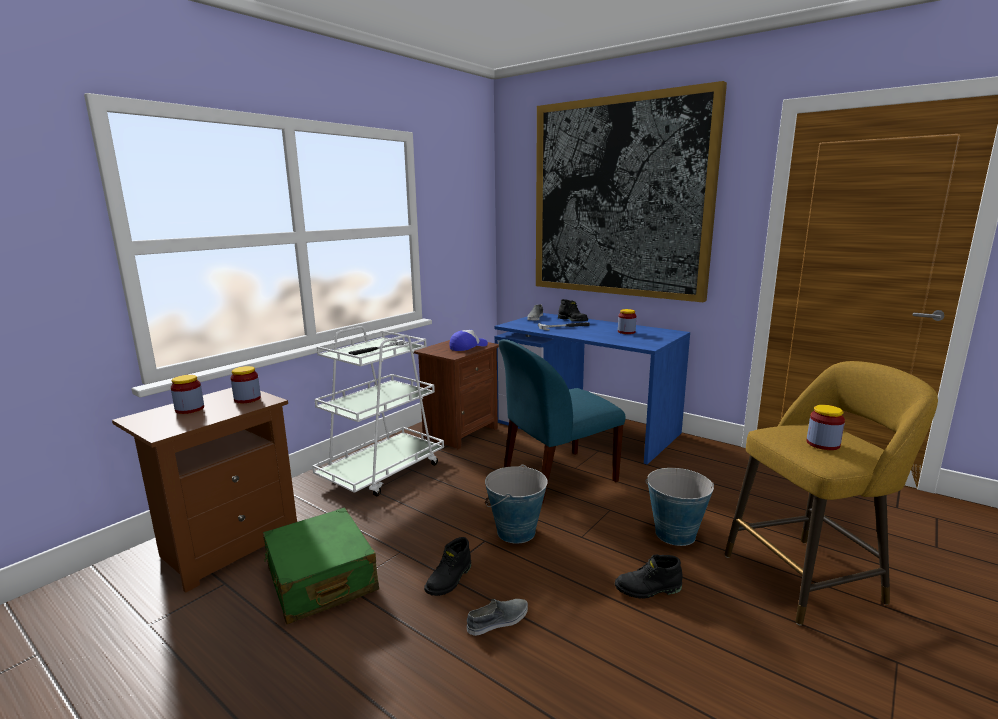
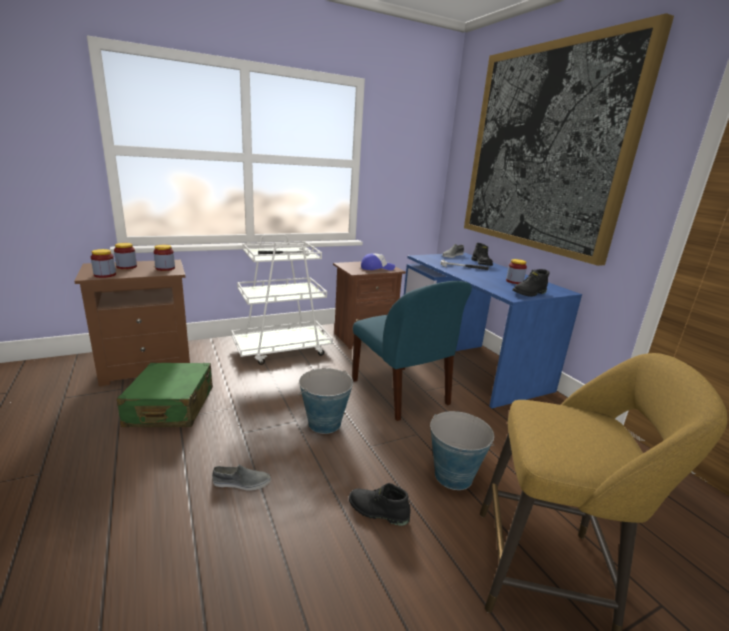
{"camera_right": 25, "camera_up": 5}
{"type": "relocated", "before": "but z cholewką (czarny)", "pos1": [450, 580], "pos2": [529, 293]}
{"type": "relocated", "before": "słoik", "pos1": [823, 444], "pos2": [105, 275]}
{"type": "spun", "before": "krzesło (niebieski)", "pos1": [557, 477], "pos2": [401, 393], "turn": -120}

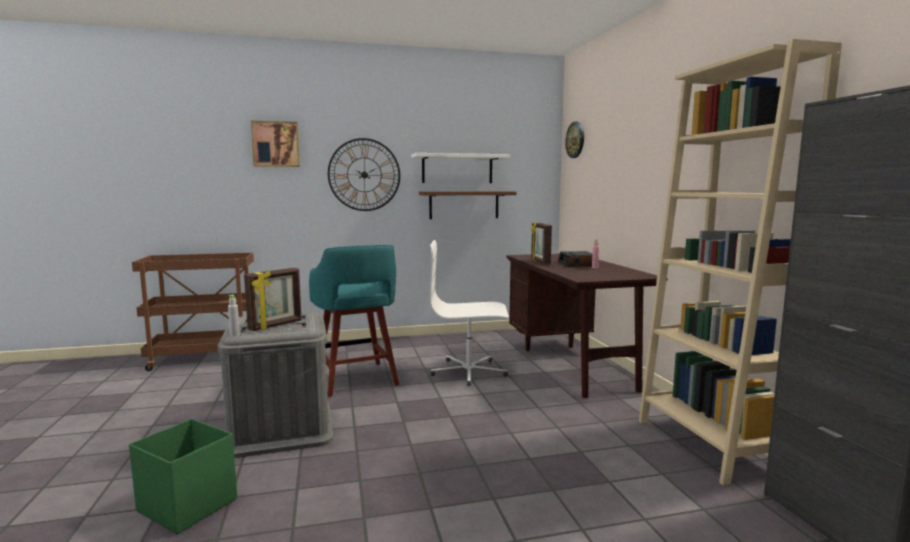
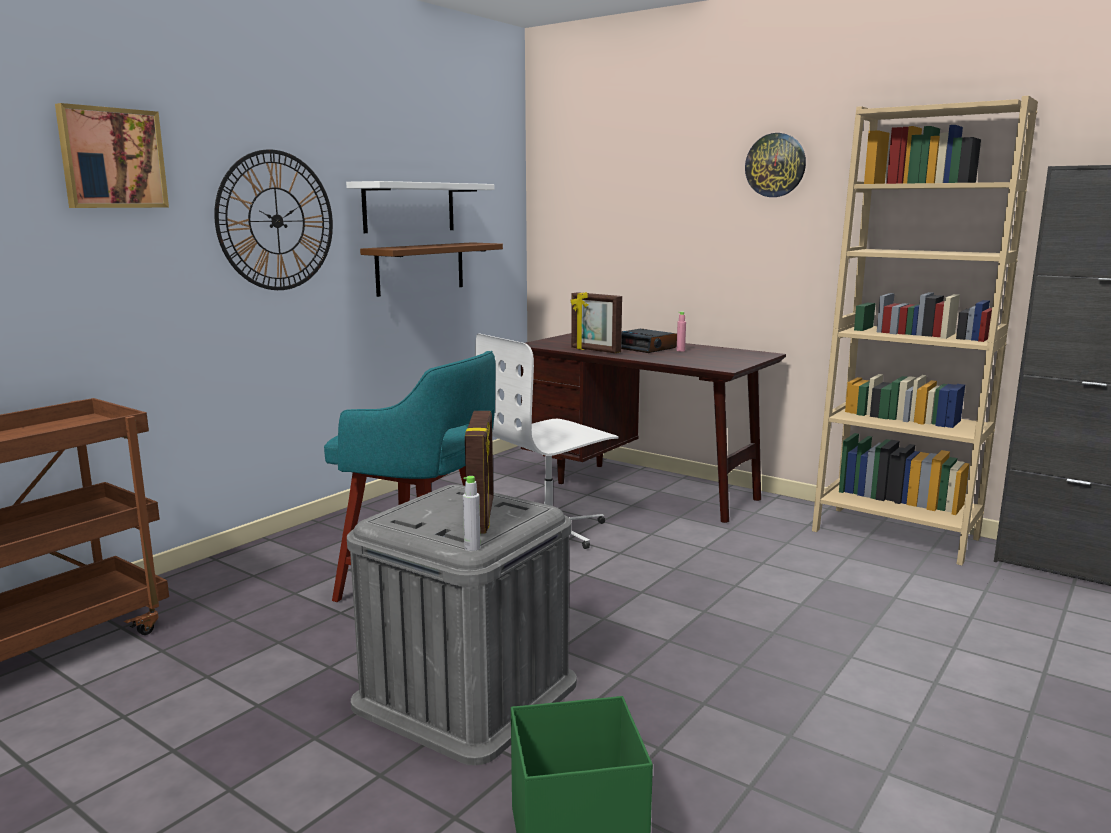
{"camera_right": -40, "camera_up": 5}
{"type": "relocated", "before": "zegar ścienny", "pos1": [575, 140], "pos2": [775, 165]}

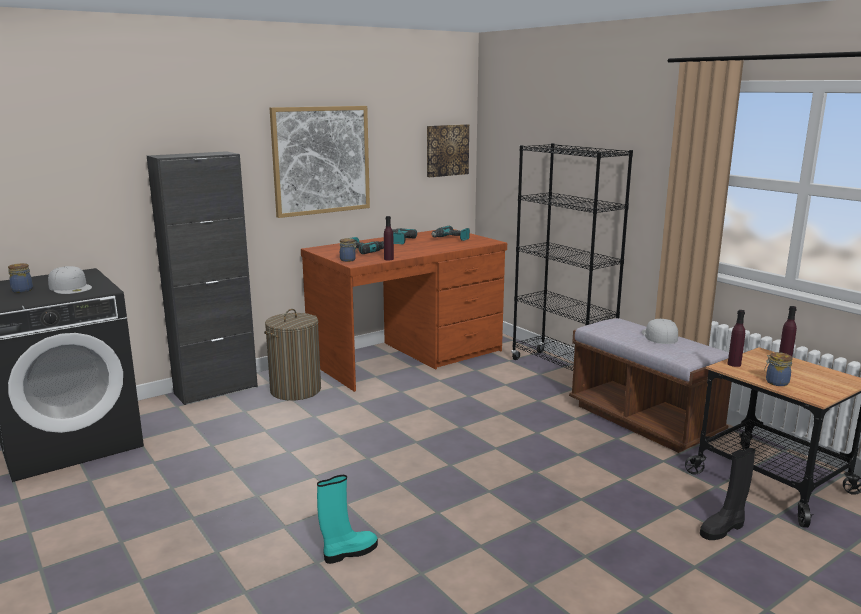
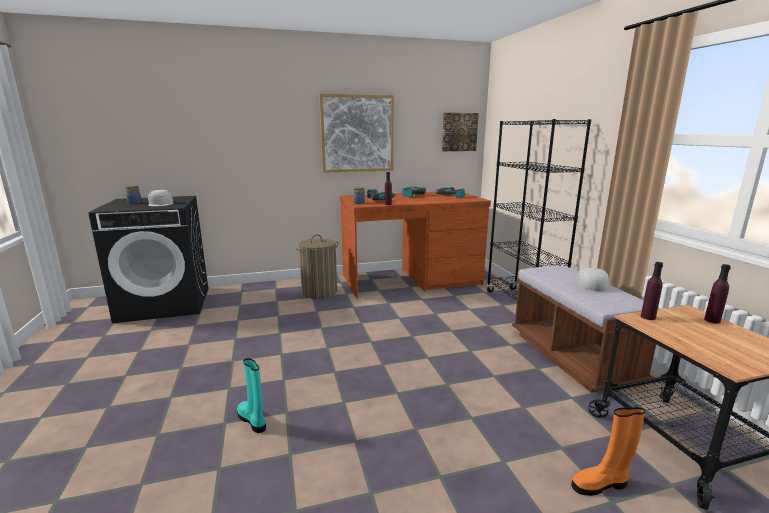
{"camera_right": 20, "camera_up": 0}
{"type": "missing", "before": "szafka (czarny)", "pos1": [216, 390]}
{"type": "missing", "before": "słoik", "pos1": [775, 382]}
{"type": "colour", "before": "but z cholewką (czarny)", "after": "but z cholewką (pomarańczowy)", "pos1": [723, 529], "pos2": [601, 484]}
{"type": "spun", "before": "but z cholewką (turkusowy)", "pos1": [349, 552], "pos2": [253, 420], "turn": -120}

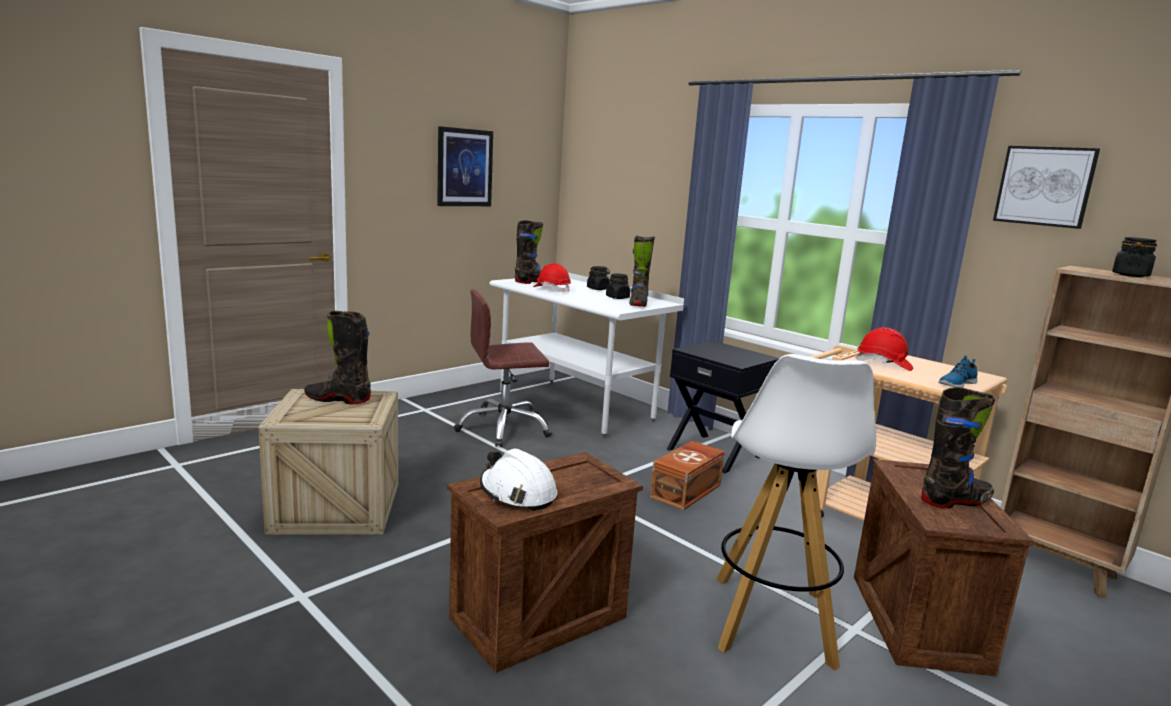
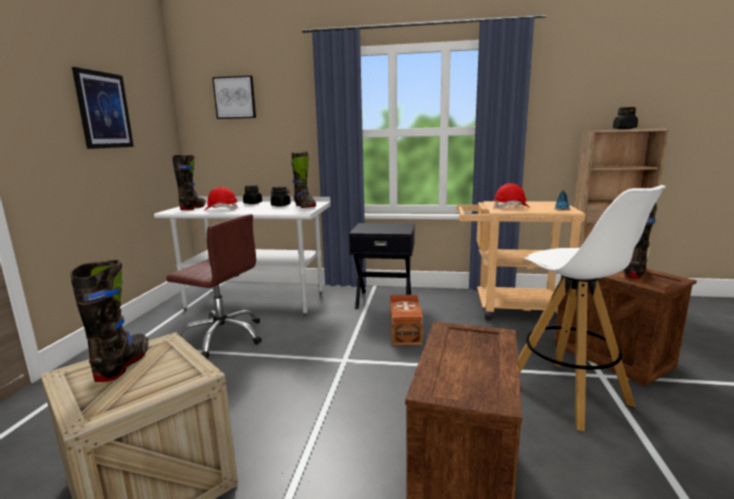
{"camera_right": -35, "camera_up": 0}
{"type": "missing", "before": "kask (biały)", "pos1": [517, 493]}
{"type": "relocated", "before": "obraz", "pos1": [1044, 186], "pos2": [235, 97]}
{"type": "spun", "before": "but z cholewką (czarny)", "pos1": [338, 399], "pos2": [124, 364], "turn": 120}
{"type": "spun", "before": "krzesło biurowe (brązowy)", "pos1": [504, 428], "pos2": [223, 337], "turn": -105}

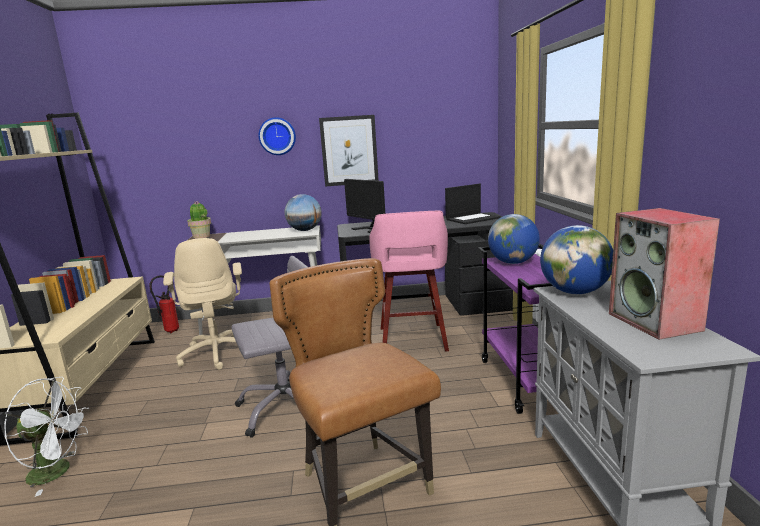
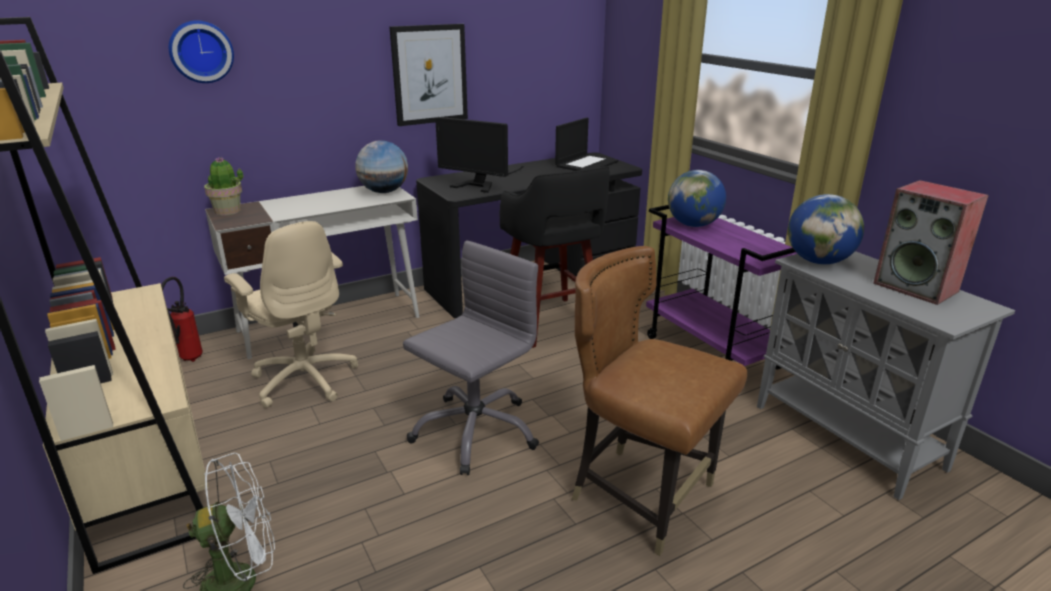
{"camera_right": -25, "camera_up": 10}
{"type": "relocated", "before": "zegar ścienny", "pos1": [277, 136], "pos2": [201, 51]}
{"type": "colour", "before": "stołek (różowy)", "after": "stołek (czarny)", "pos1": [412, 340], "pos2": [551, 323]}

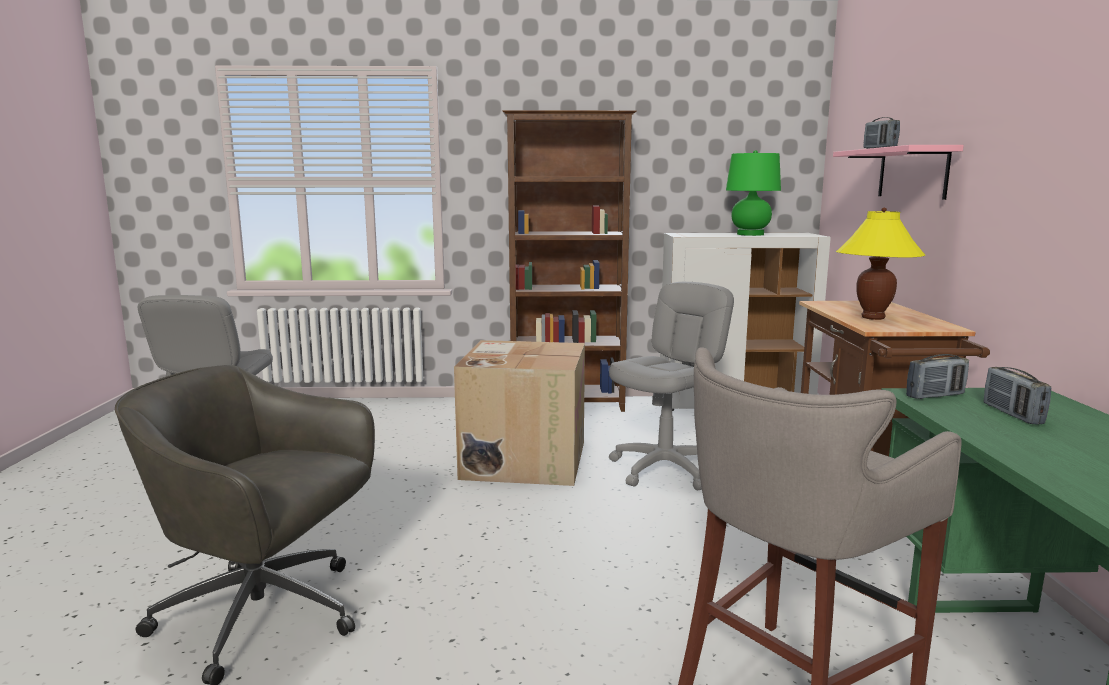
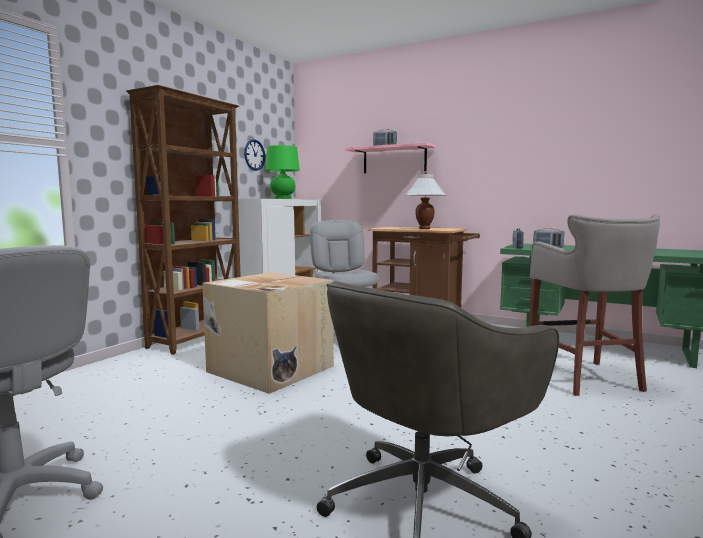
{"camera_right": -60, "camera_up": -5}
{"type": "appeared", "after": "zegar ścienny", "pos2": [254, 155]}
{"type": "colour", "before": "lampa stołowa (żółty)", "after": "lampa stołowa (biały)", "pos1": [873, 317], "pos2": [424, 228]}

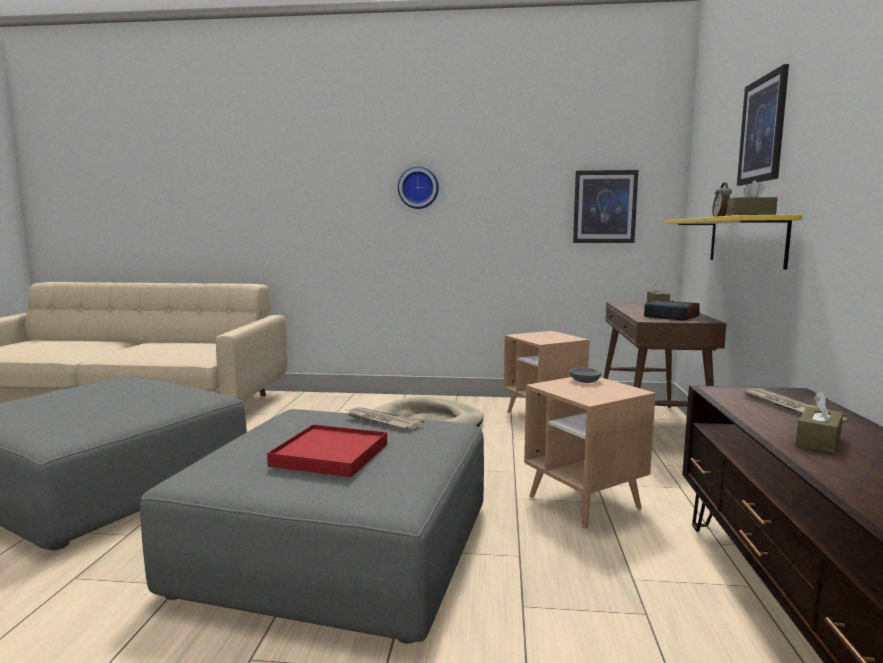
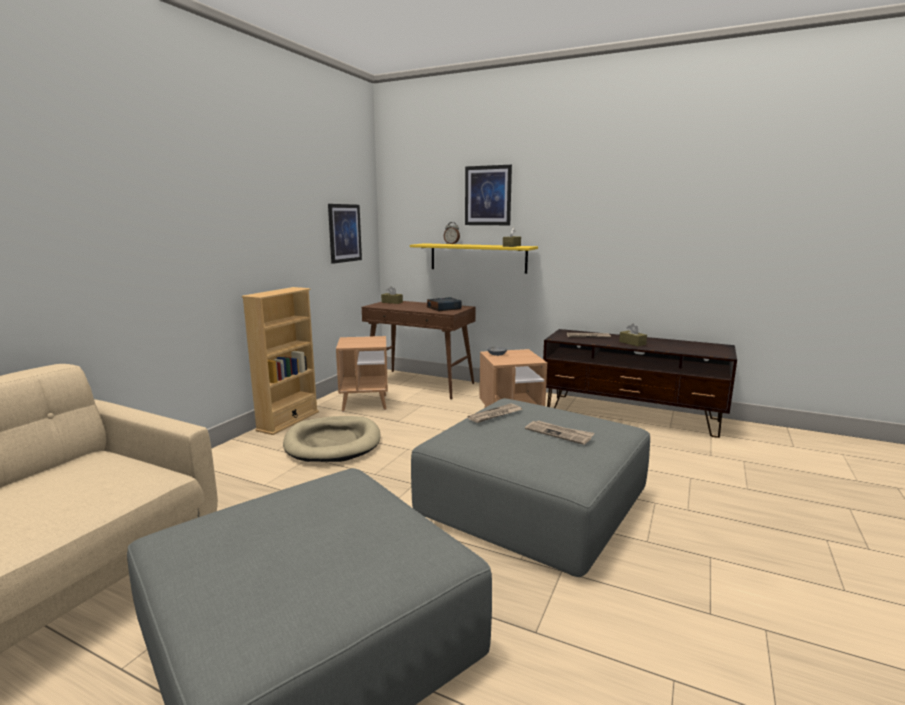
{"camera_right": -70, "camera_up": 5}
{"type": "missing", "before": "zegar ścienny", "pos1": [418, 188]}
{"type": "appeared", "after": "regał (beżowy)", "pos2": [288, 421]}
{"type": "exchanged", "before": "taca (czerwony)", "after": "gazeta", "pos1": [330, 455], "pos2": [559, 433]}

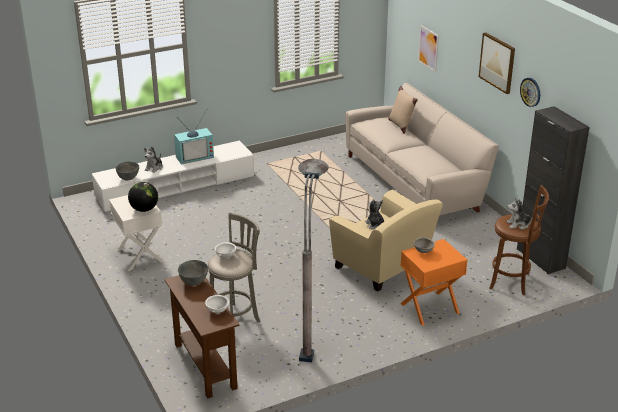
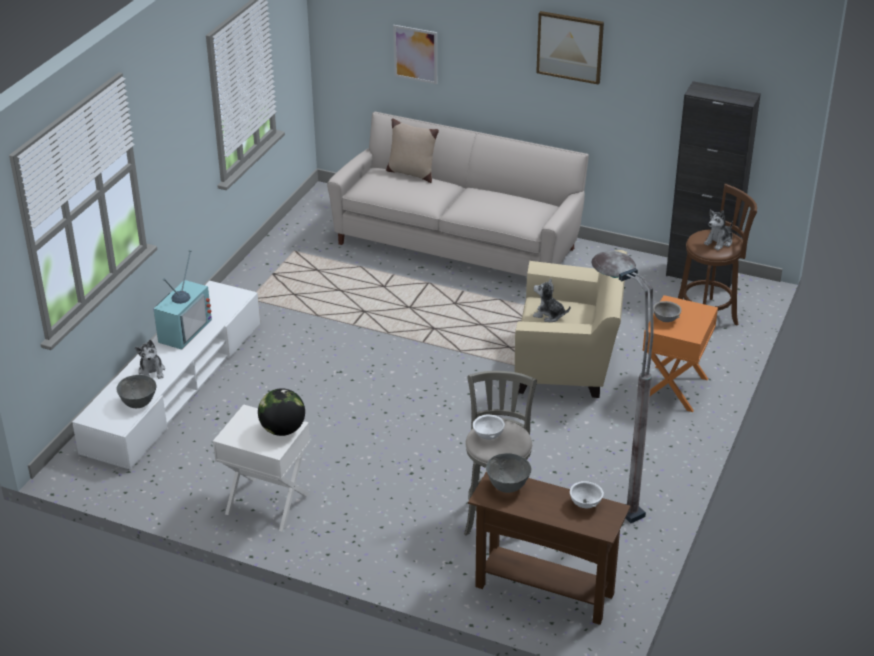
{"camera_right": -40, "camera_up": 5}
{"type": "missing", "before": "zegar ścienny", "pos1": [530, 92]}

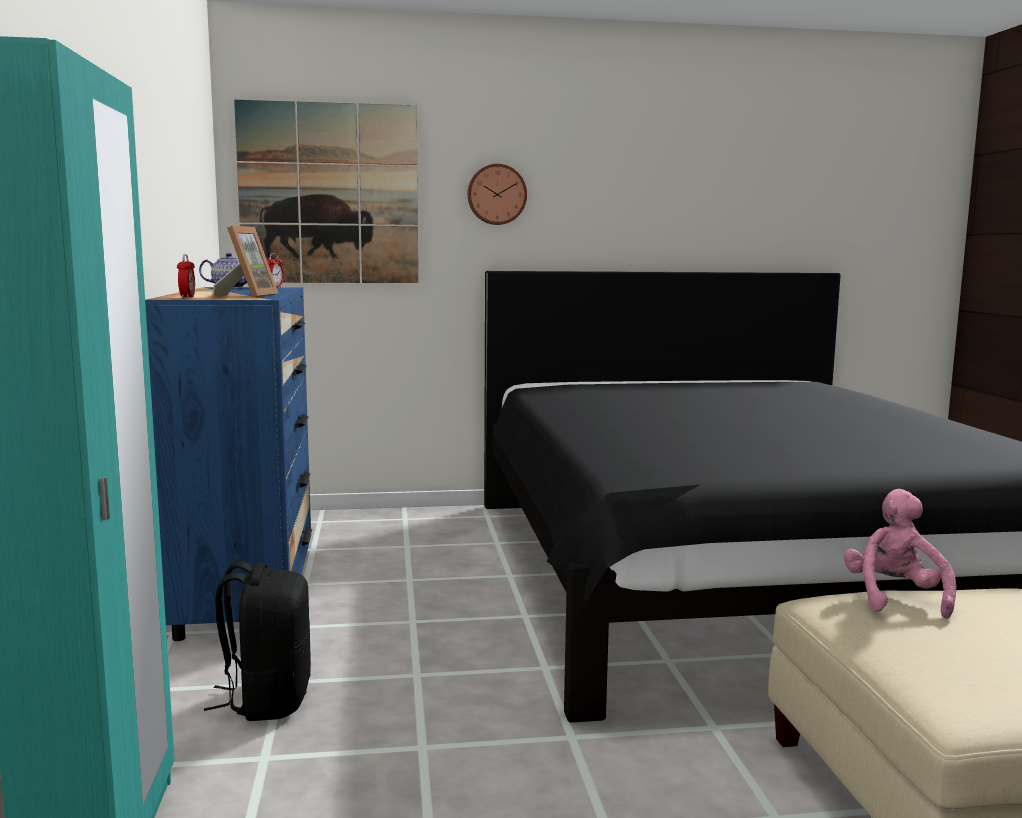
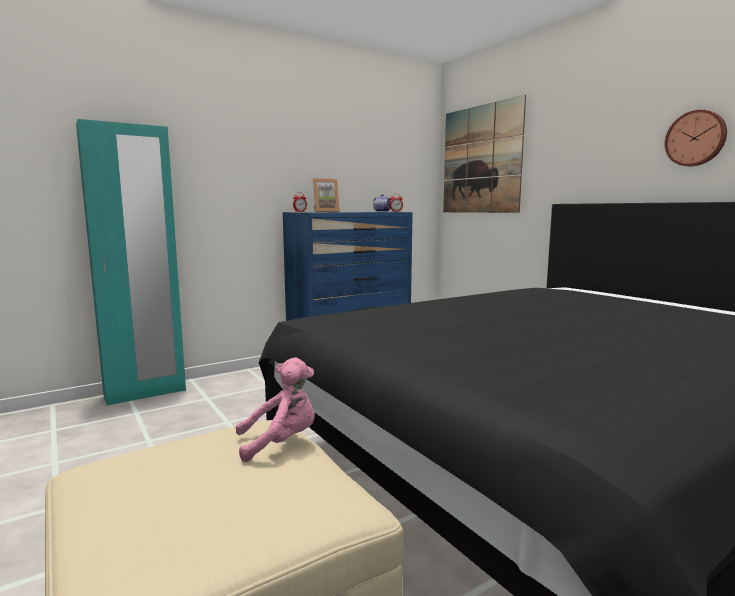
{"camera_right": 65, "camera_up": 0}
{"type": "missing", "before": "plecak (czarny)", "pos1": [267, 700]}
{"type": "relocated", "before": "zegar ścienny", "pos1": [496, 194], "pos2": [696, 138]}

